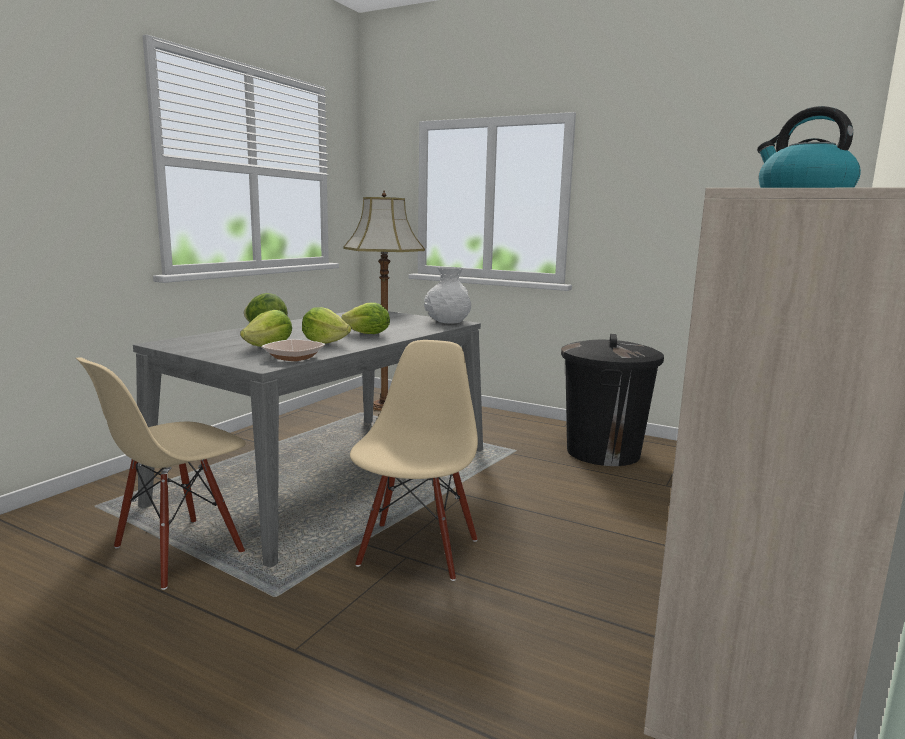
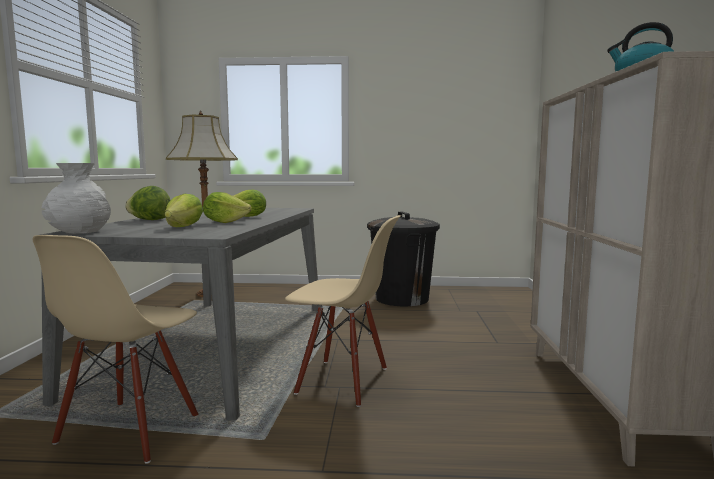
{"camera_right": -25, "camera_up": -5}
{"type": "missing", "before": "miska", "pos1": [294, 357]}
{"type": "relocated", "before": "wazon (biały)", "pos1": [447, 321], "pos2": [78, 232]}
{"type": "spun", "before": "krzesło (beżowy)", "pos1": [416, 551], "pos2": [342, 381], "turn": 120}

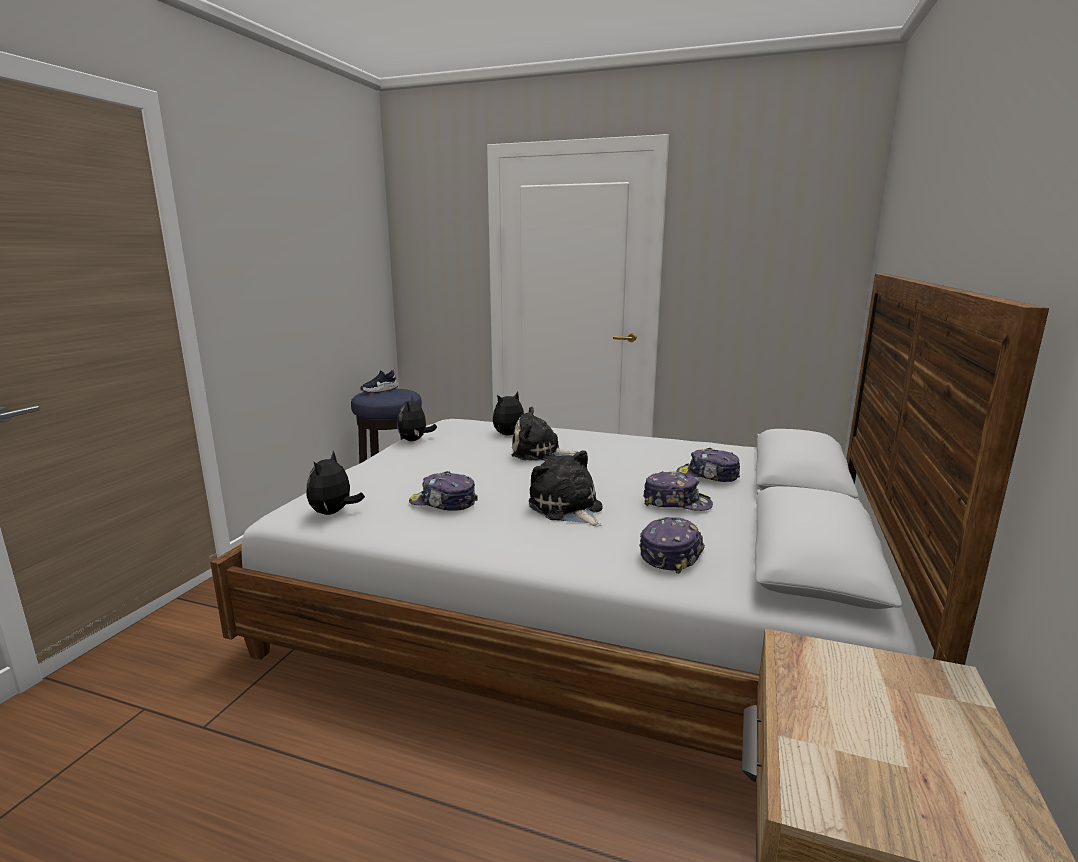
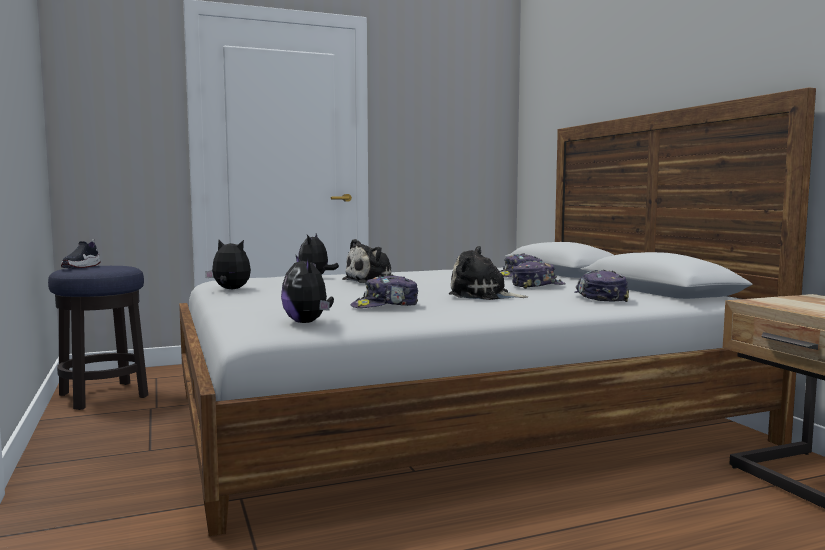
{"camera_right": -40, "camera_up": -10}
{"type": "spun", "before": "pluszak", "pos1": [415, 440], "pos2": [230, 289], "turn": 150}

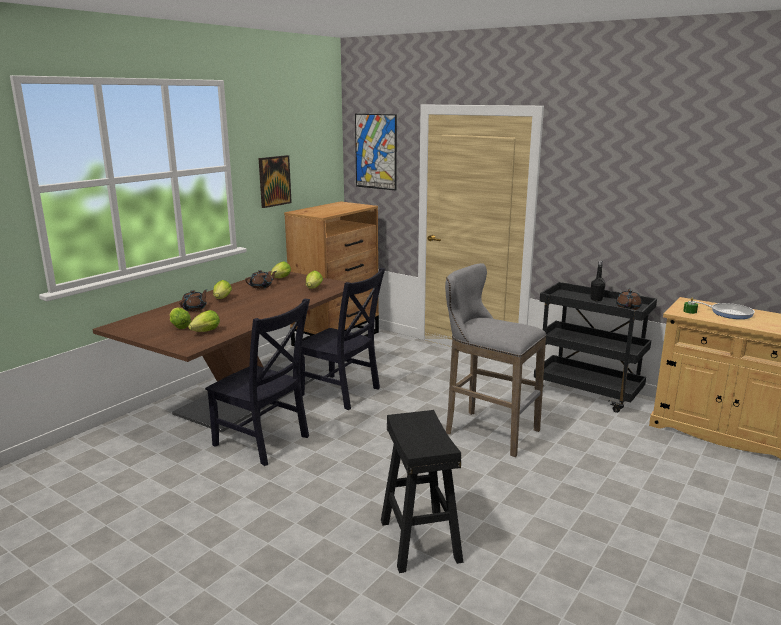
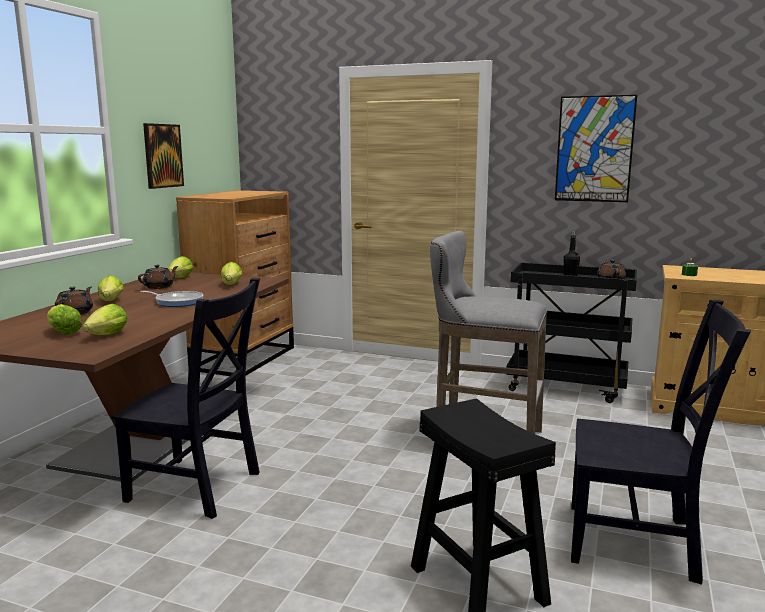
{"camera_right": -15, "camera_up": -5}
{"type": "relocated", "before": "krzesło (czarny)", "pos1": [342, 393], "pos2": [638, 543]}
{"type": "relocated", "before": "obraz", "pos1": [376, 151], "pos2": [594, 149]}
{"type": "relocated", "before": "patelnia", "pos1": [729, 313], "pos2": [177, 302]}

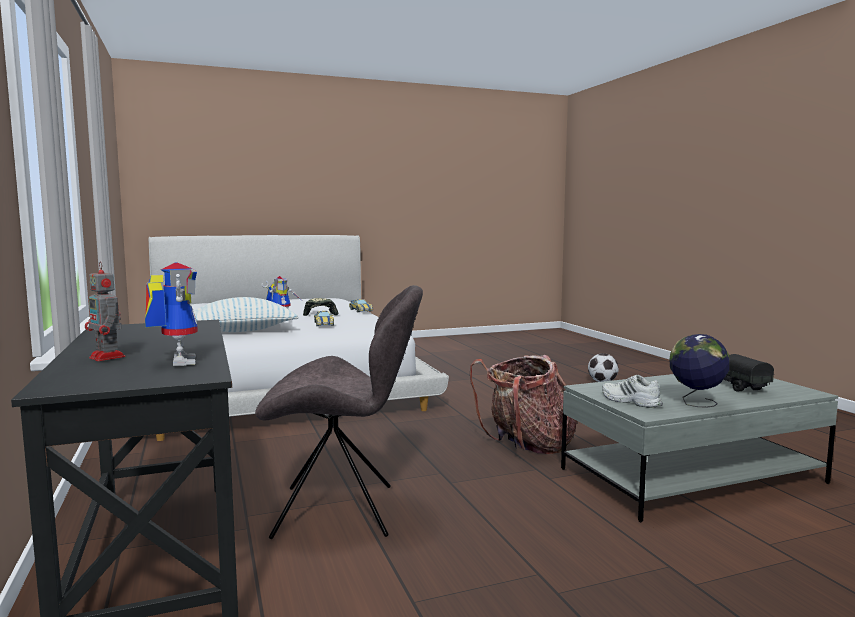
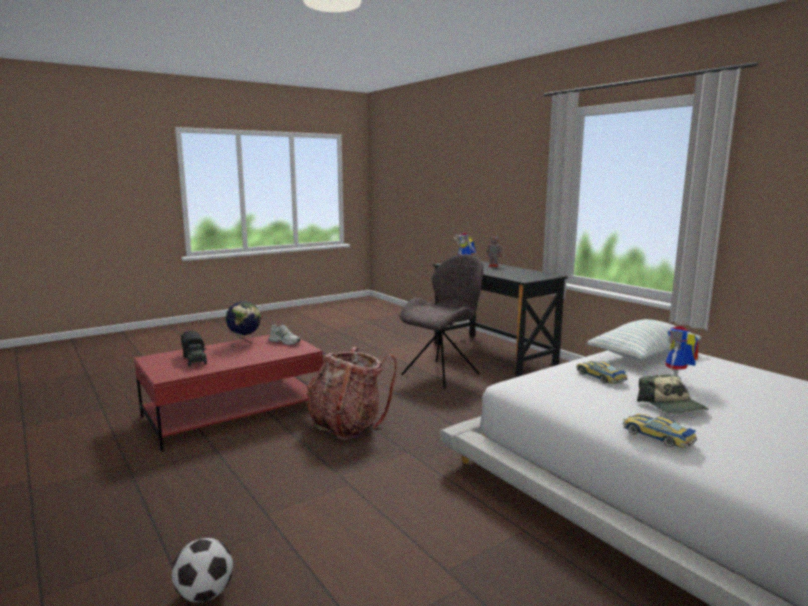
{"camera_right": 165, "camera_up": 5}
{"type": "colour", "before": "ława (szary)", "after": "ława (czerwony)", "pos1": [691, 476], "pos2": [234, 412]}
{"type": "spun", "before": "krzesło (szary)", "pos1": [341, 511], "pos2": [442, 373], "turn": 150}

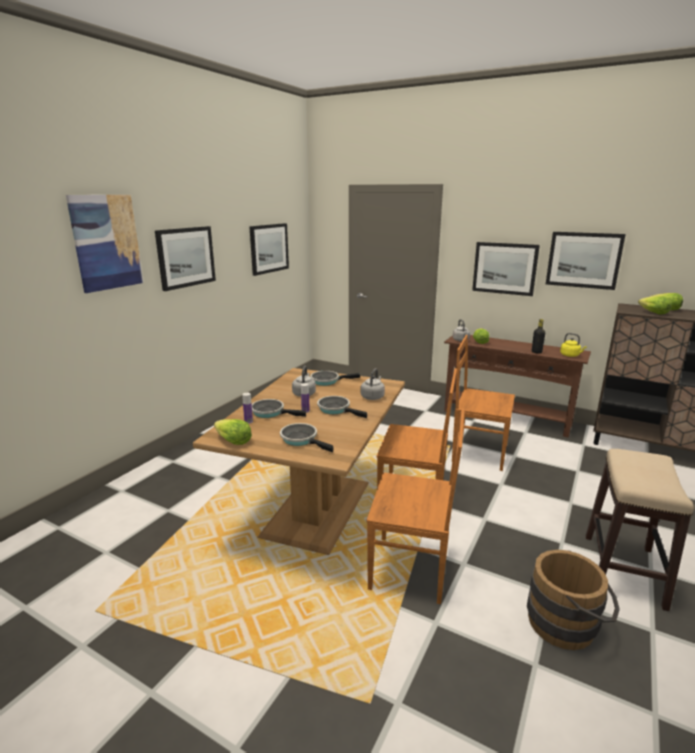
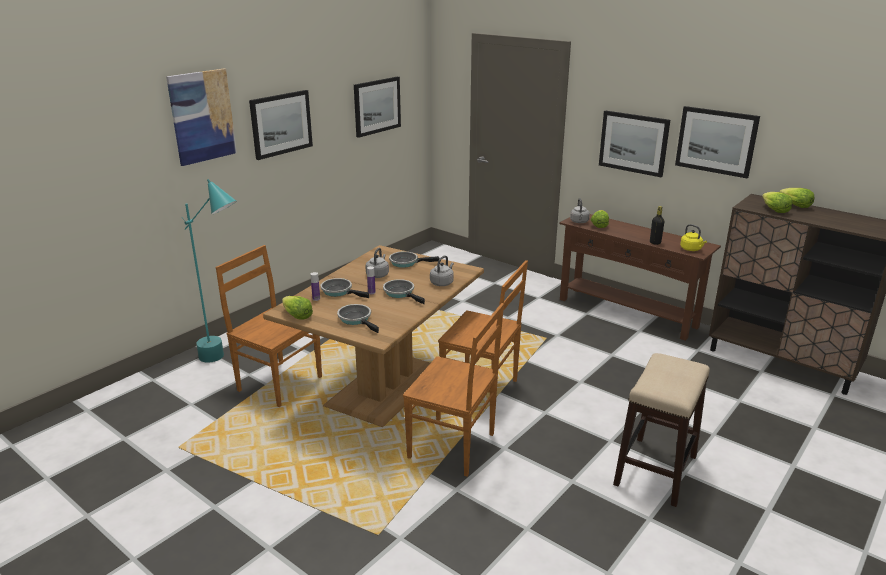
{"camera_right": 10, "camera_up": 5}
{"type": "missing", "before": "wiadro (brązowy)", "pos1": [567, 624]}
{"type": "appeared", "after": "lampa stojąca (turkusowy)", "pos2": [227, 360]}
{"type": "relocated", "before": "krzesło (brązowy)", "pos1": [477, 452], "pos2": [278, 383]}

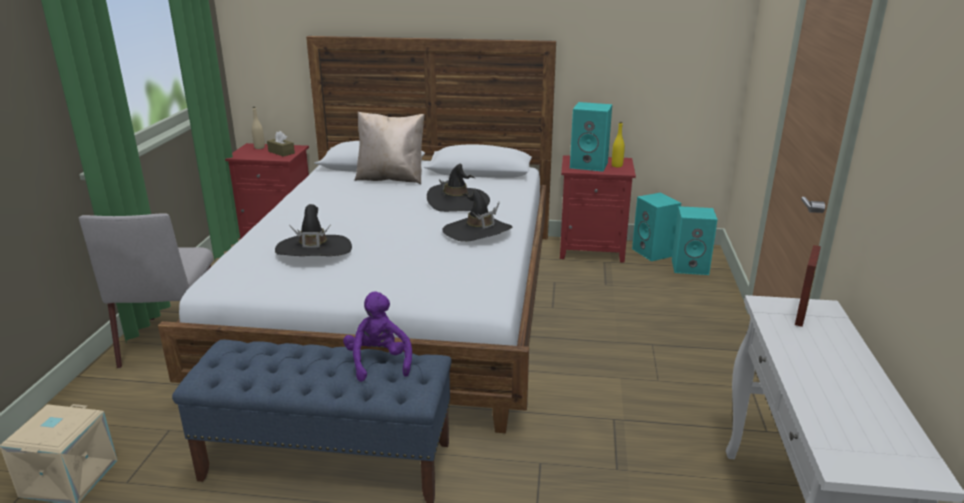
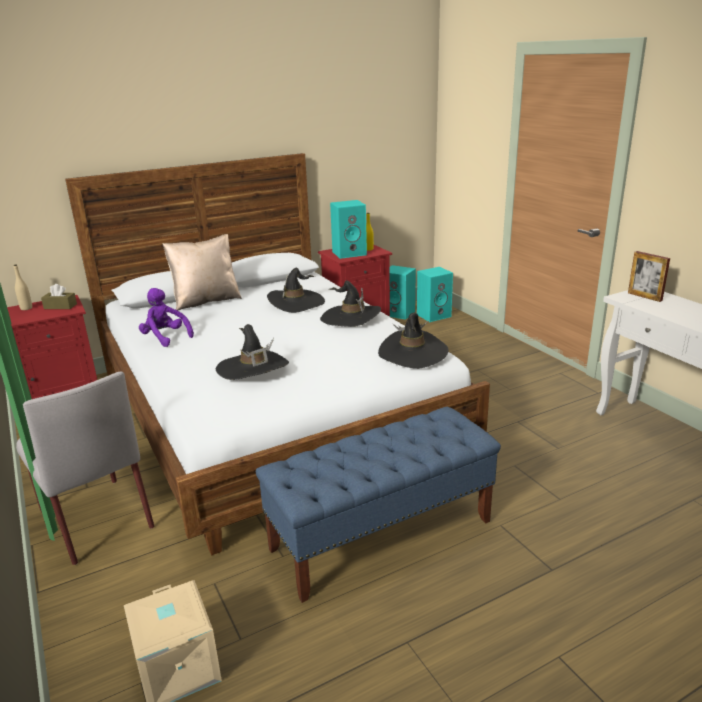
{"camera_right": -35, "camera_up": 0}
{"type": "appeared", "after": "kapelusz (czarny)", "pos2": [413, 353]}
{"type": "relocated", "before": "pluszak (fioletowy)", "pos1": [378, 362], "pos2": [165, 338]}
{"type": "spun", "before": "ramka na zdjęcie", "pos1": [801, 314], "pos2": [644, 297], "turn": 150}

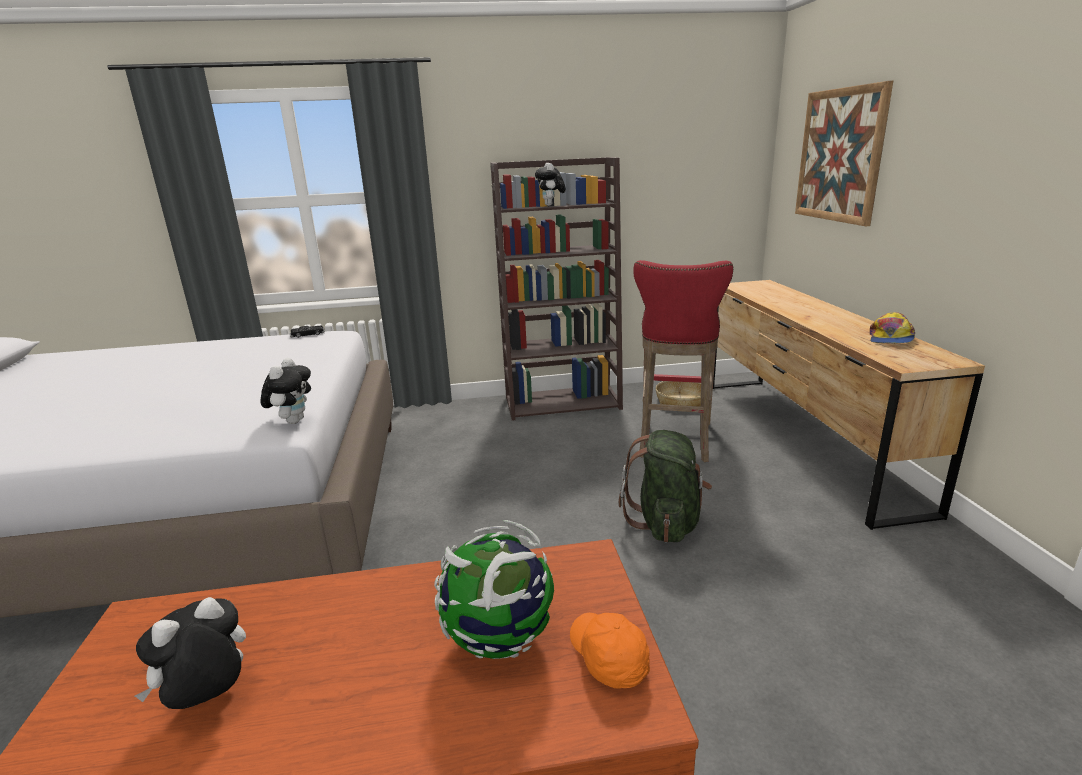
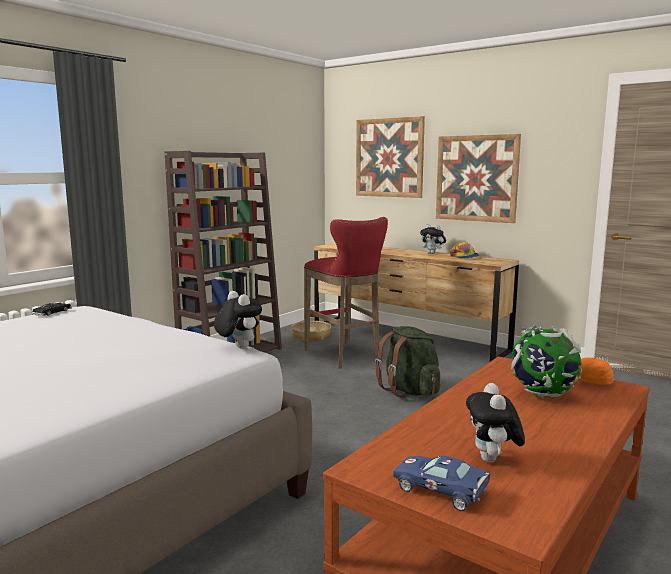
{"camera_right": -45, "camera_up": -10}
{"type": "appeared", "after": "samochodzik (niebieski)", "pos2": [443, 491]}
{"type": "appeared", "after": "obraz", "pos2": [476, 178]}
{"type": "relocated", "before": "pluszak", "pos1": [551, 205], "pos2": [433, 253]}

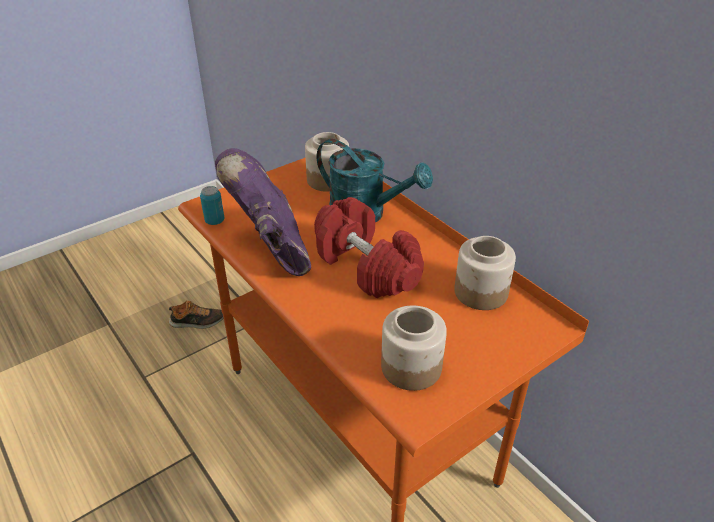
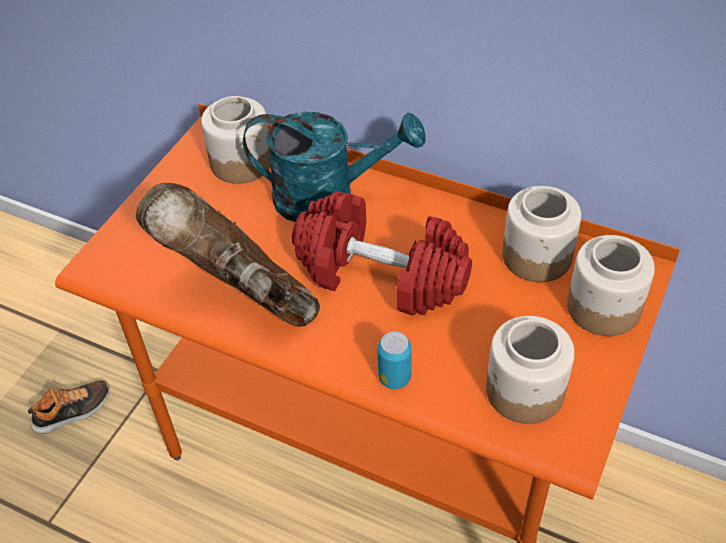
{"camera_right": -25, "camera_up": 10}
{"type": "appeared", "after": "słoik", "pos2": [602, 308]}
{"type": "relocated", "before": "puszka", "pos1": [214, 221], "pos2": [394, 378]}
{"type": "colour", "before": "but z cholewką (fioletowy)", "after": "but z cholewką (brązowy)", "pos1": [272, 248], "pos2": [241, 297]}

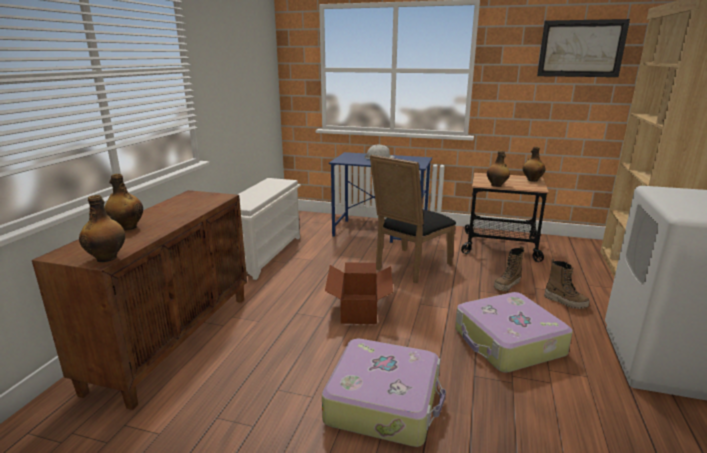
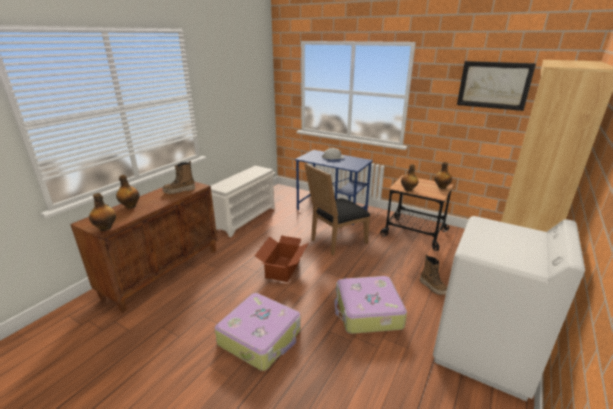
{"camera_right": 15, "camera_up": 5}
{"type": "relocated", "before": "but z cholewką", "pos1": [507, 285], "pos2": [179, 191]}

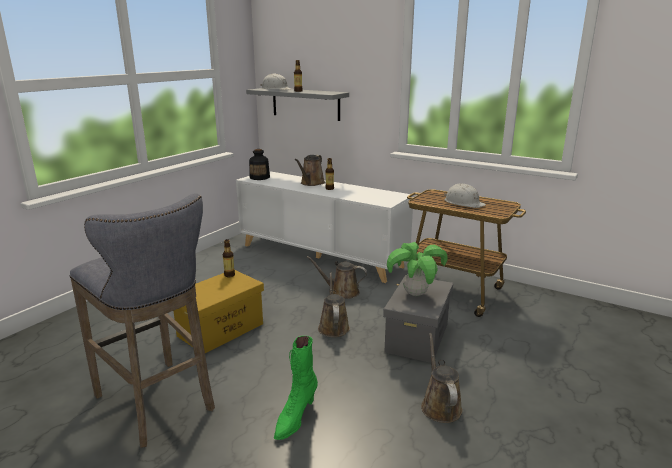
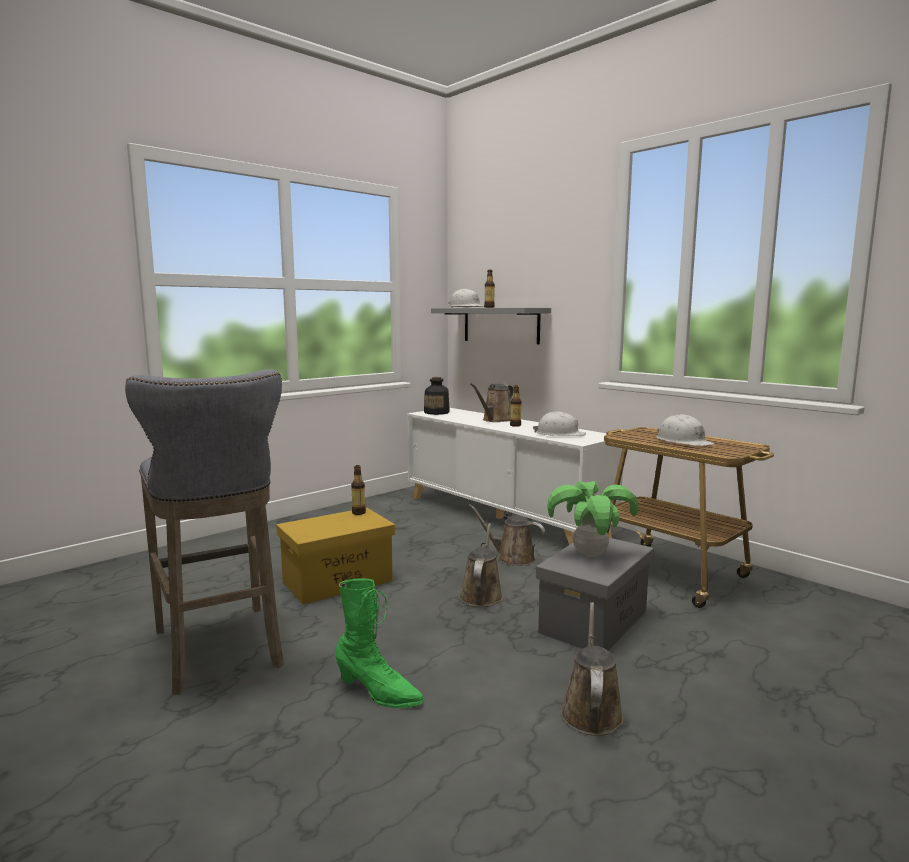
{"camera_right": 15, "camera_up": -10}
{"type": "appeared", "after": "kask (biały)", "pos2": [559, 434]}
{"type": "spun", "before": "but z cholewką (zielony)", "pos1": [295, 418], "pos2": [378, 693], "turn": -105}

